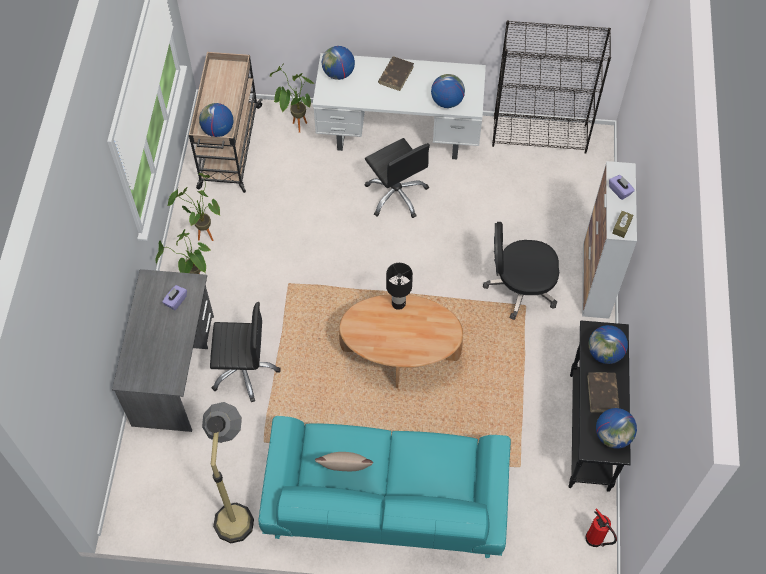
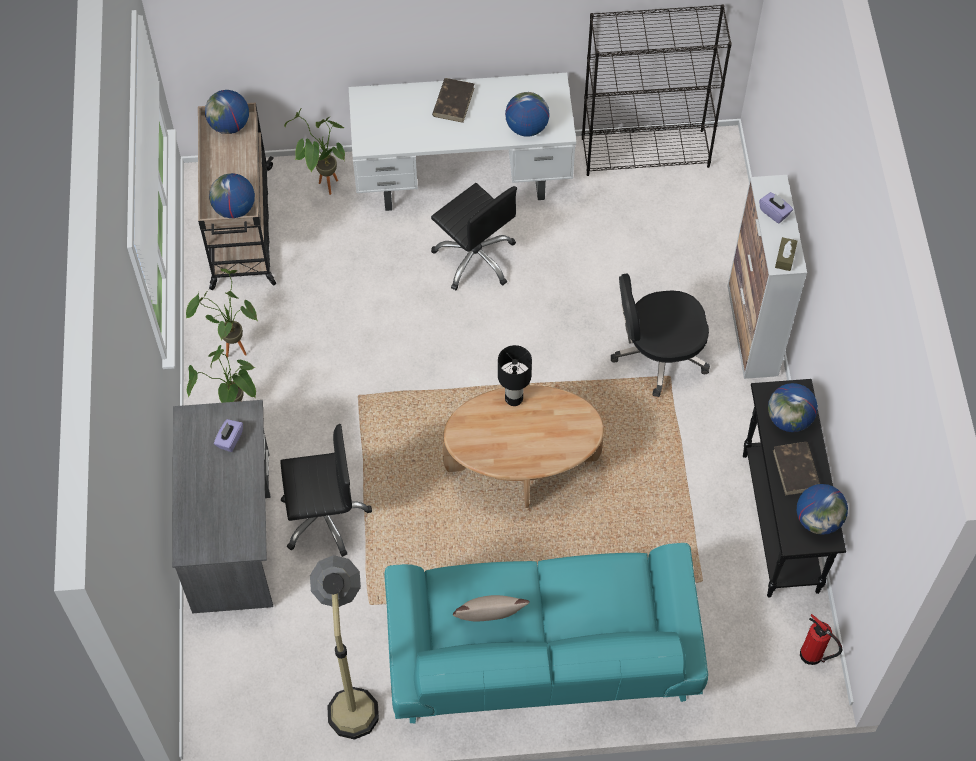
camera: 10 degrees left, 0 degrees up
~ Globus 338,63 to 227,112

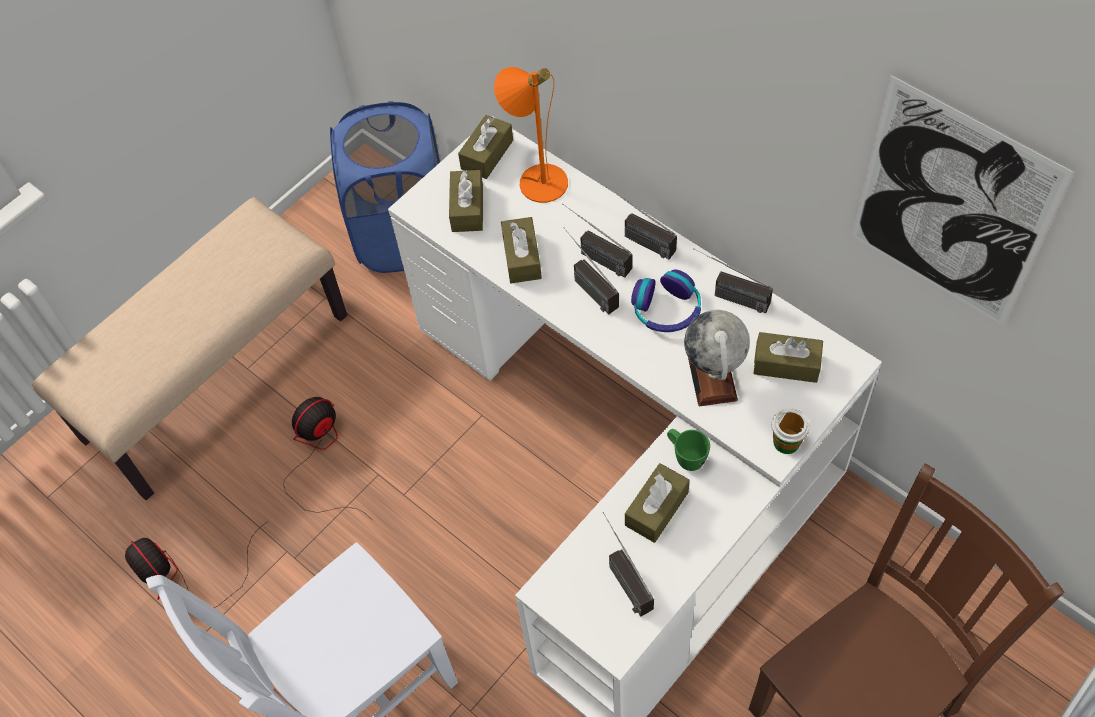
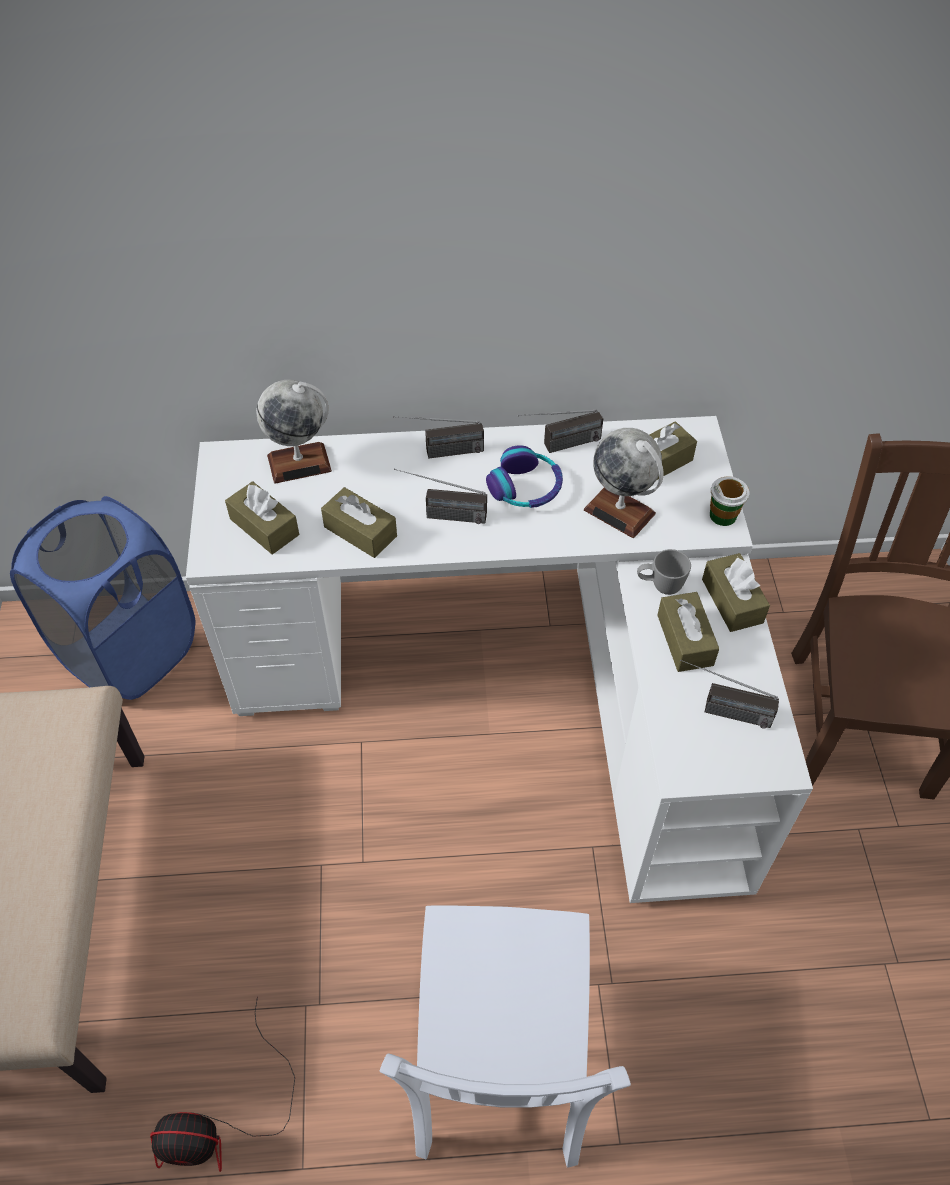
camera: 50 degrees left, 5 degrees down
- Ventilator 327,458
- Radio 597,241
- Bild 962,200
~ Taschentuchbox [braun] 485,147 to 736,592
~ Tischlampe [orange] 531,135 to Globus 294,432
~ Henkelbecher [grün] 688,450 to Henkelbecher [grau] 664,572

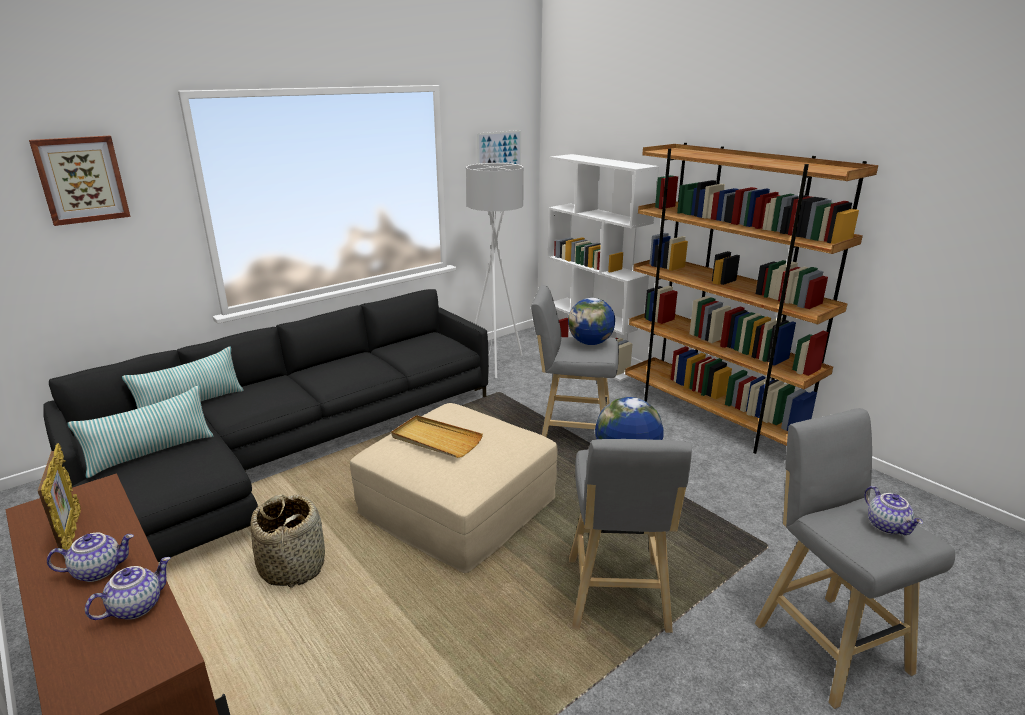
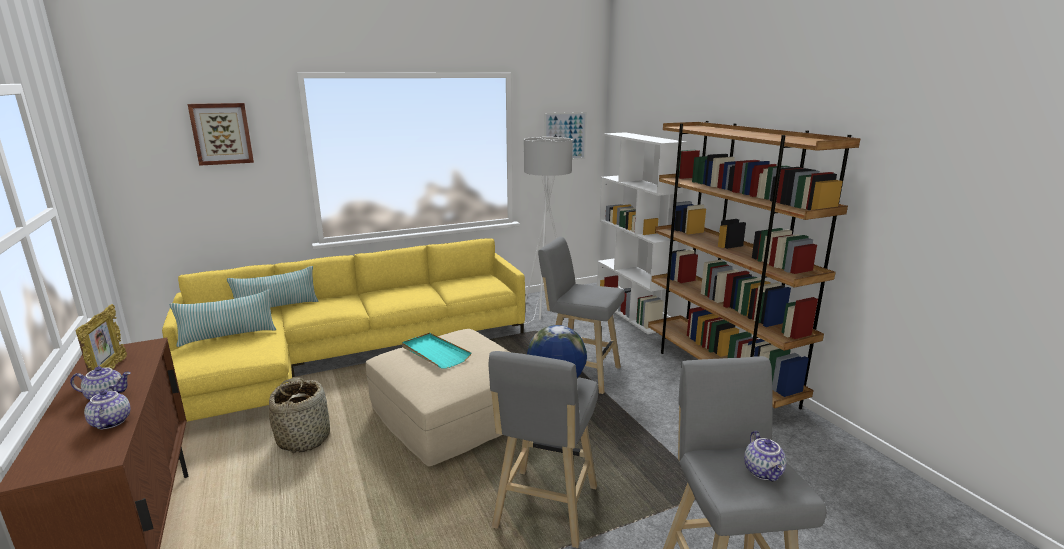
camera: 15 degrees right, 5 degrees down
- Globus 591,321
~ Sofa [schwarz] 266,425 to Sofa [gelb] 343,330
~ Tablett [beige] 437,436 to Tablett [türkis] 437,351
~ Teekanne 128,588 = 107,407 75 degrees counterclockwise

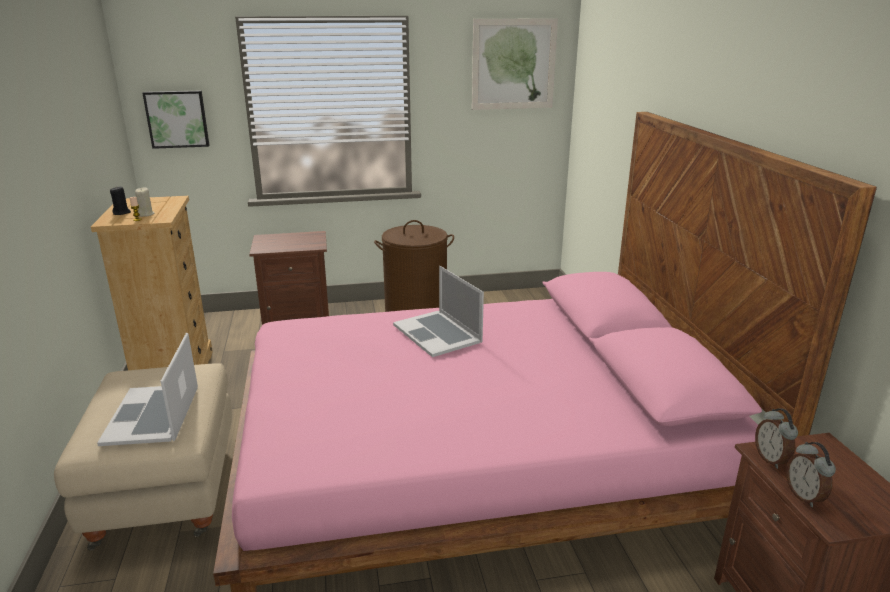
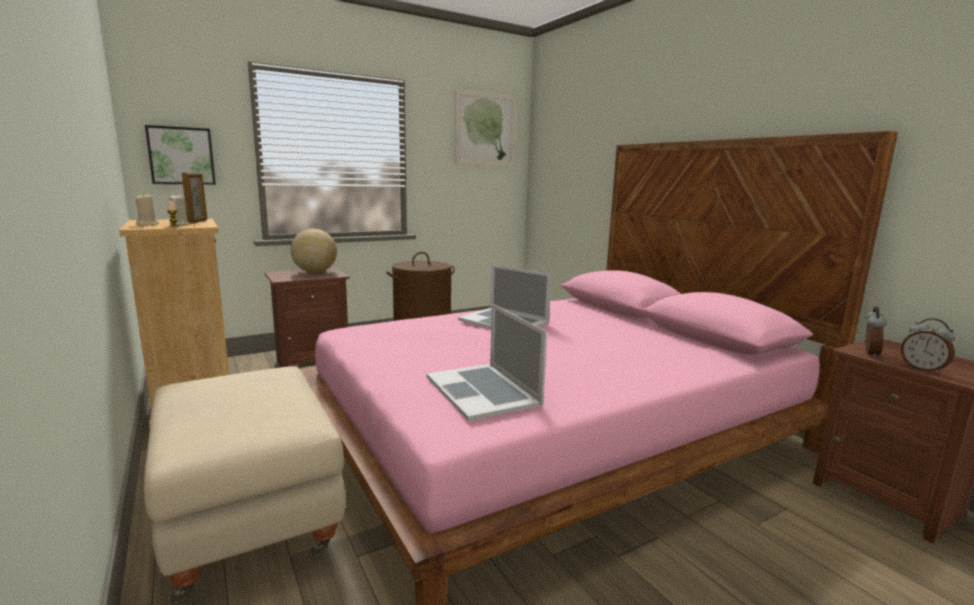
camera: 20 degrees left, 10 degrees down
+ Bilderrahmen 194,198
+ Globus 314,251
~ Laptop 147,389 to 487,362
~ Kerze [schwarz] 120,200 to Kerze [beige] 147,209
~ Wecker 776,439 = 876,332 120 degrees counterclockwise

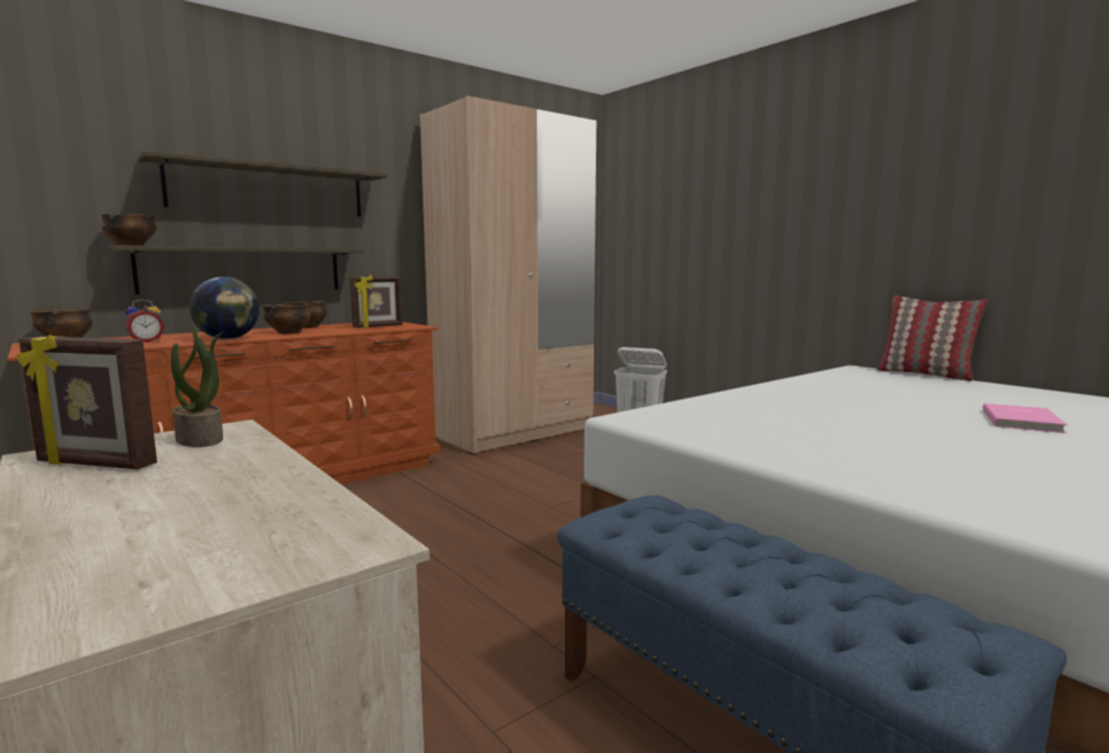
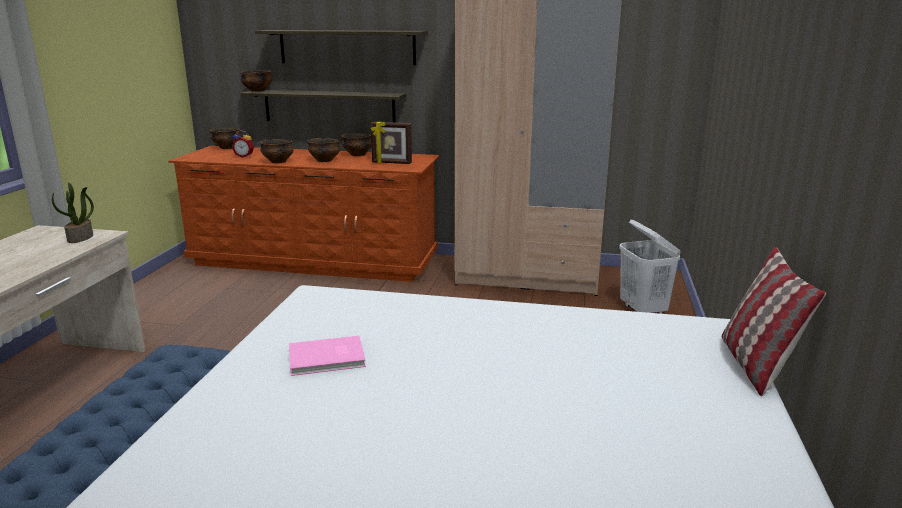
camera: 50 degrees right, 10 degrees up
- Bilderrahmen 87,402
~ Buch [rosa] 1024,418 to 327,356
~ Globus 224,308 to Schüssel 277,151

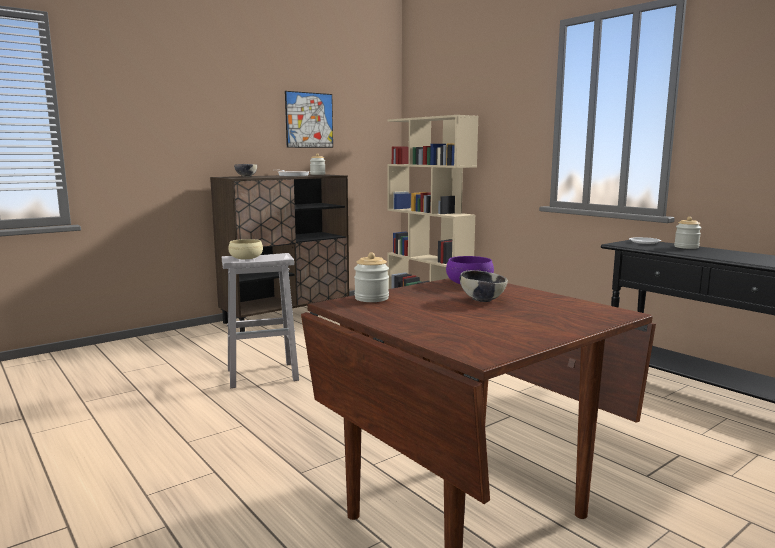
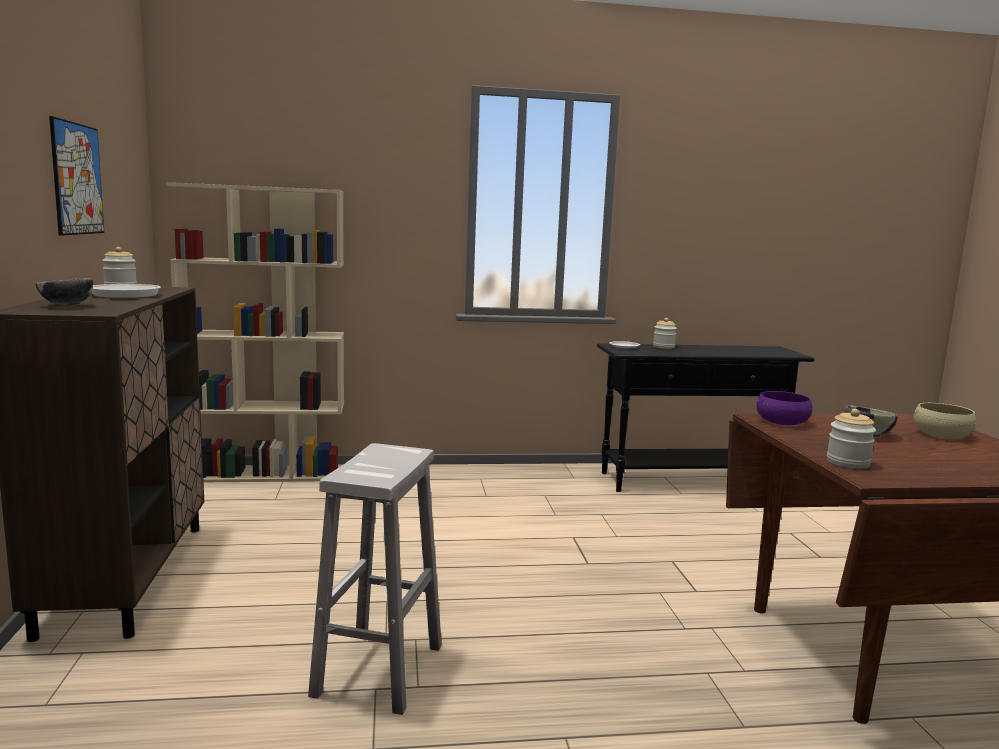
camera: 60 degrees left, 0 degrees up
~ Schüssel [beige] 245,249 to 944,421

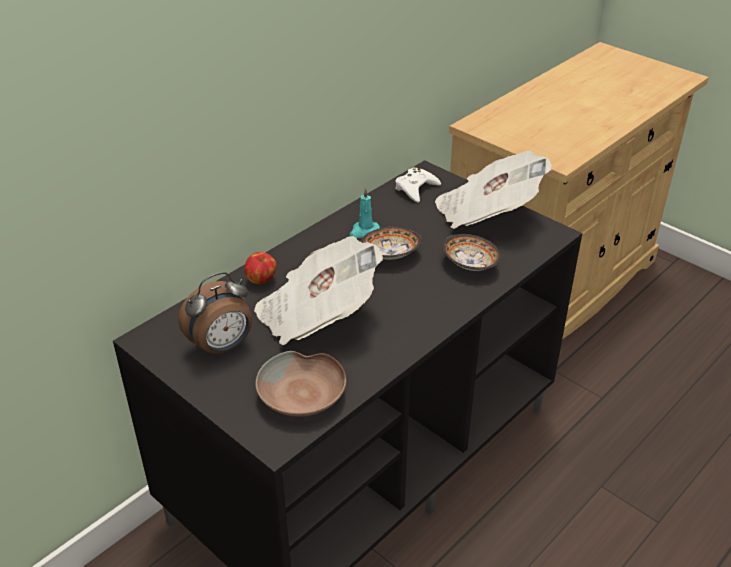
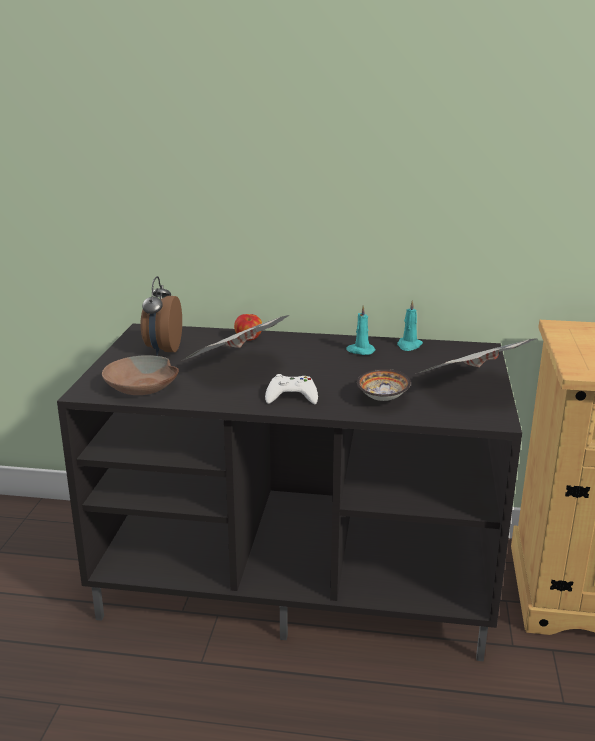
camera: 55 degrees right, 15 degrees down
- Schüssel 391,243
+ Kerze [türkis] 410,325
~ Gamepad [weiß] 418,185 to 291,389
~ Wecker 215,314 = 161,316 75 degrees clockwise

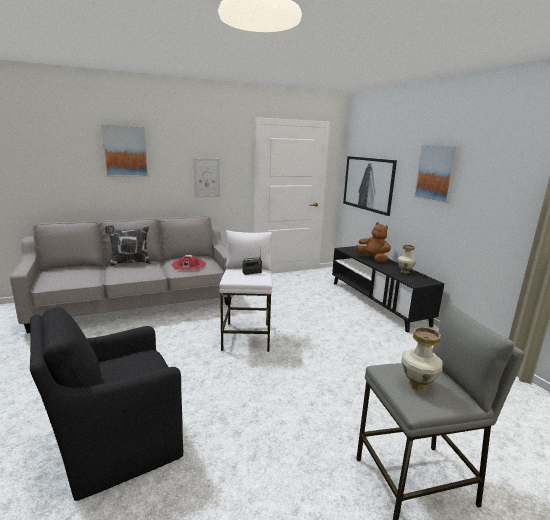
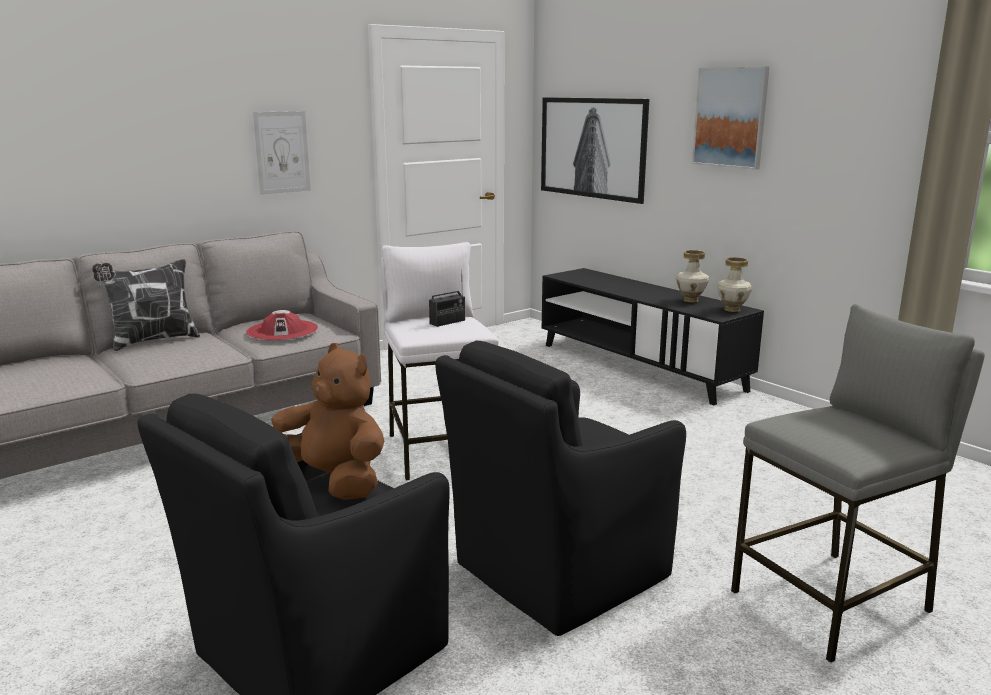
camera: 15 degrees left, 0 degrees up
- Bild 124,151
+ Sessel [schwarz] 560,488
~ Plüschtier [braun] 373,242 to 327,421
~ Vase 422,359 to 734,284

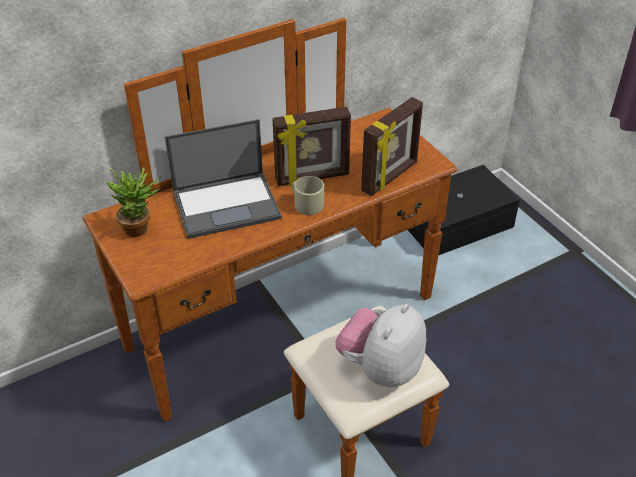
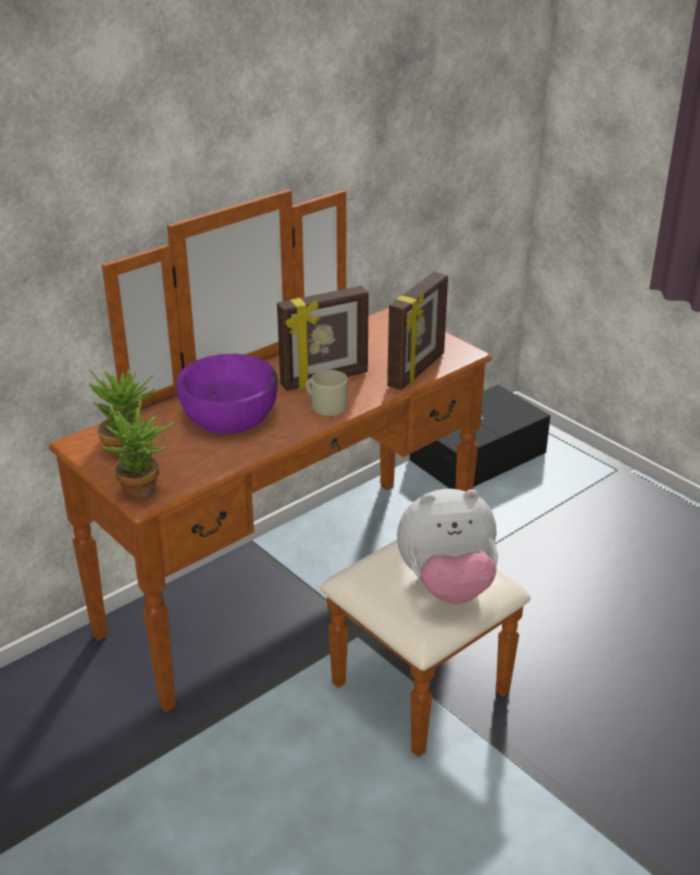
camera: 10 degrees left, 10 degrees down
+ Topfpflanze 138,449
~ Laptop 223,179 to Schüssel [lila] 227,394
~ Plüschtier 380,345 = 447,546 120 degrees counterclockwise

